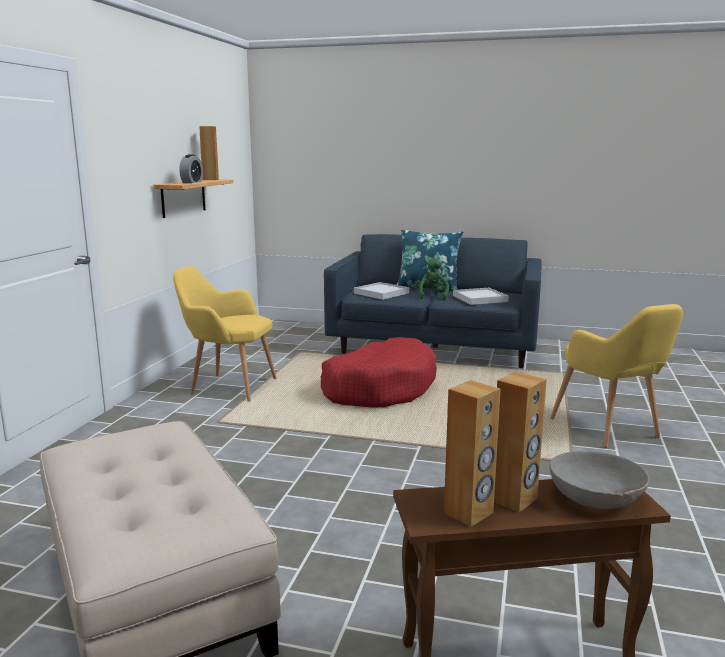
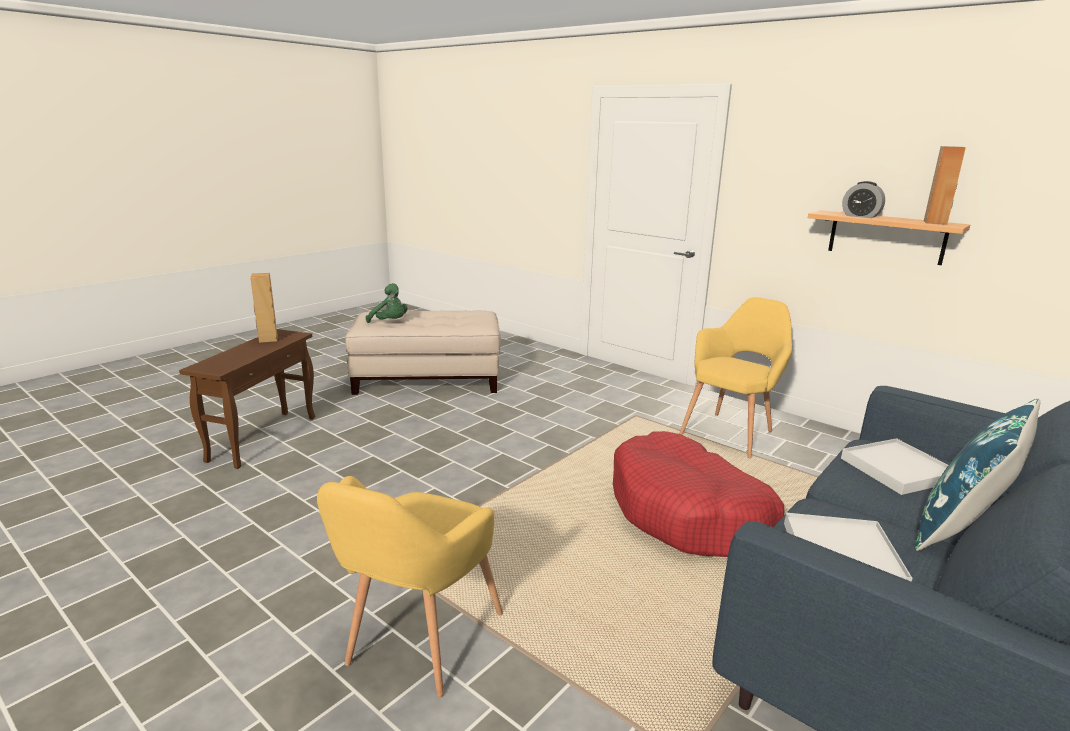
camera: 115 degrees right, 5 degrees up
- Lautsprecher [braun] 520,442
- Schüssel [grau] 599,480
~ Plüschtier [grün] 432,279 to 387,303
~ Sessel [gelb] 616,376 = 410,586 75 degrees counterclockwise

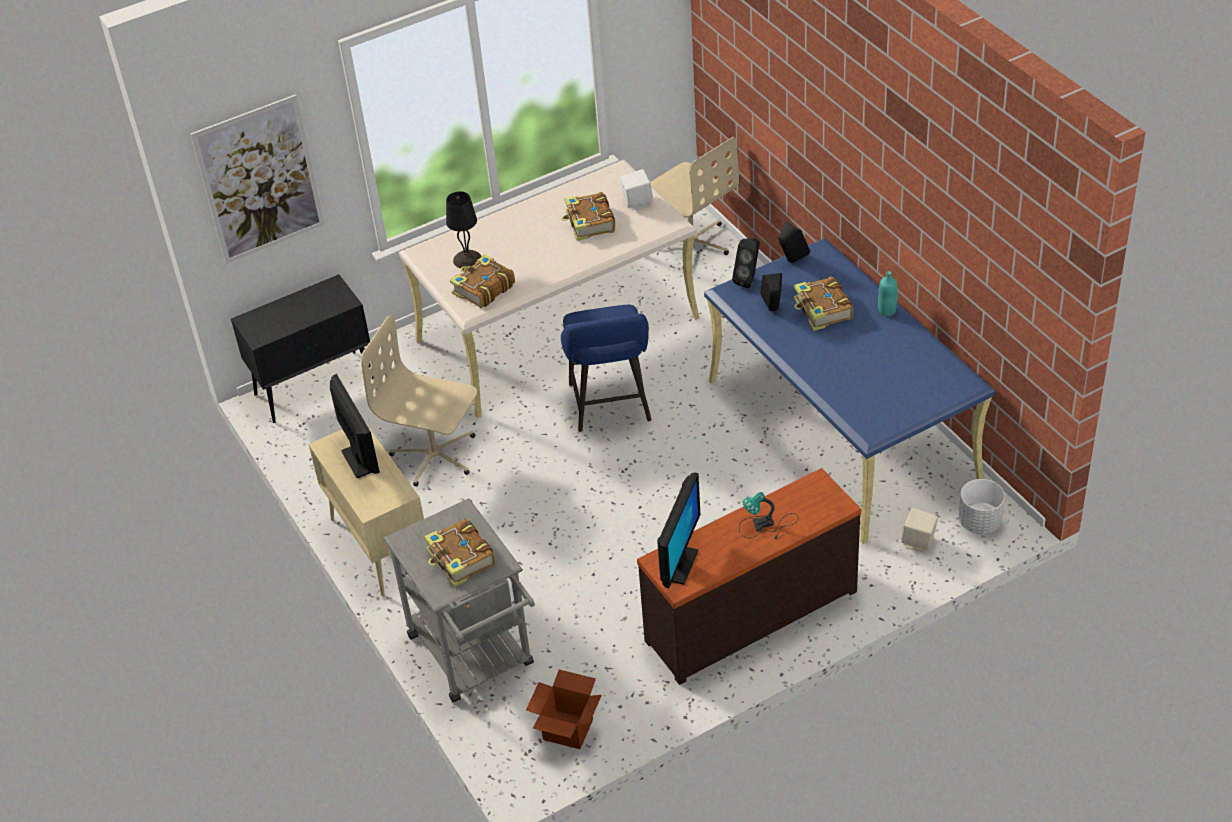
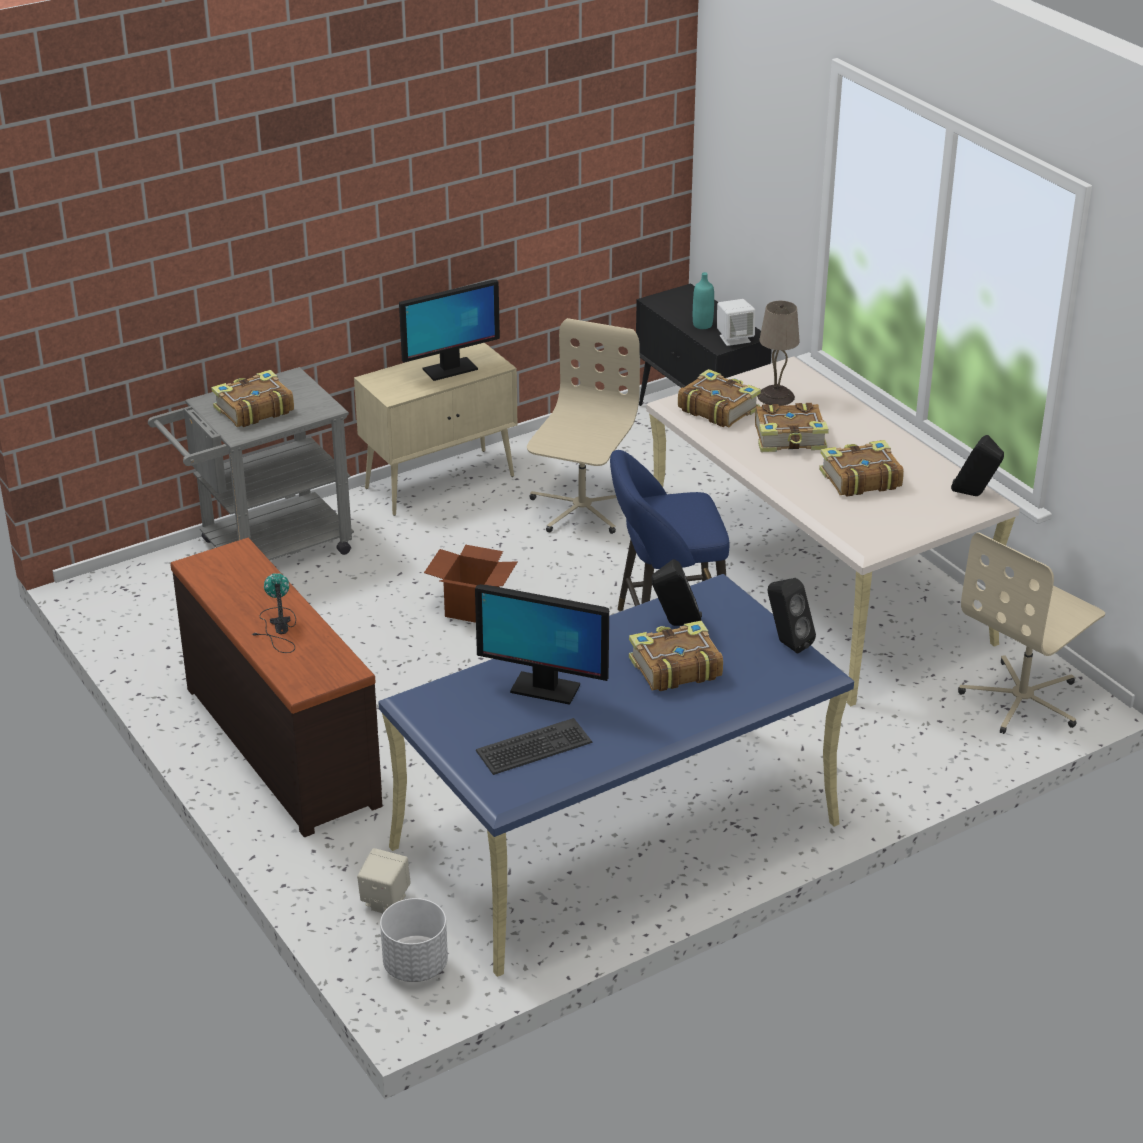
camera: 85 degrees right, 10 degrees down
- Bild 257,179
+ Tastatur 534,746
+ Buch 792,427
~ Karton 564,709 to 471,584
~ Lautsprecher [weiß] 636,189 to 736,322
~ Monitor 678,530 to 542,644
~ Lautsprecher [schwarz] 746,263 to 977,465
~ Flasche [türkis] 888,293 to 703,300
~ Tischlampe [schwarz] 464,229 to Tischlampe [beige] 778,353

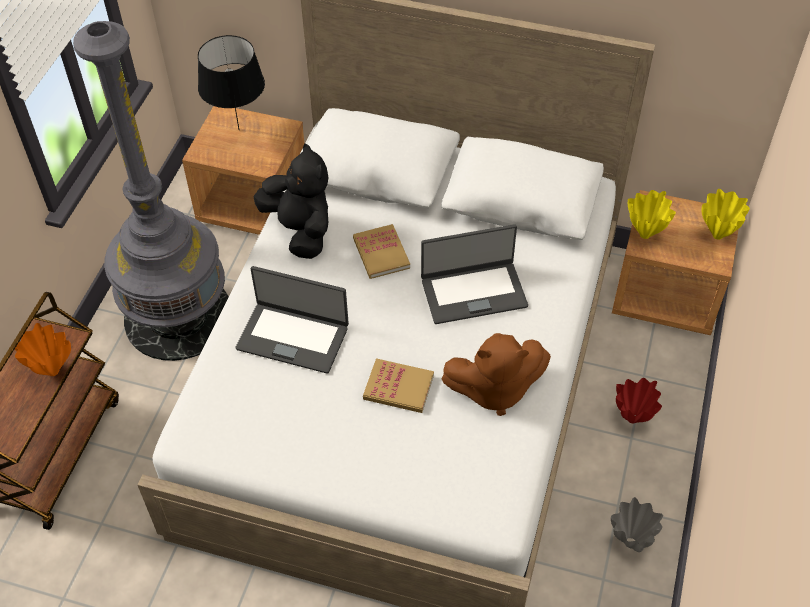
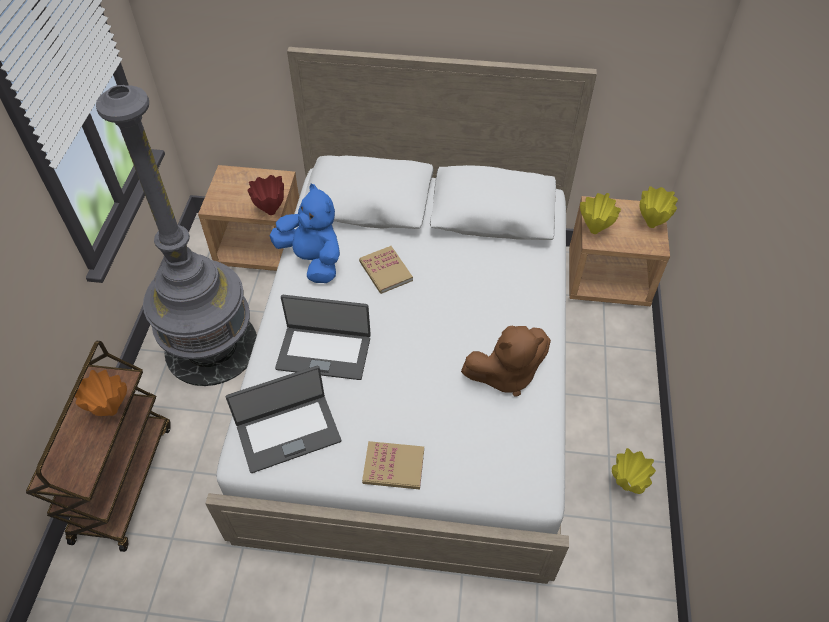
camera: 10 degrees left, 0 degrees up
- Tischlampe [schwarz] 231,82
~ Buch 398,385 to 393,465
~ Laptop 474,274 to 283,419
~ Vase [rot] 639,401 to 265,195
~ Plüschtier [schwarz] 290,201 to Plüschtier [blau] 304,233
~ Vase [grau] 637,524 to Vase [gelb] 634,471

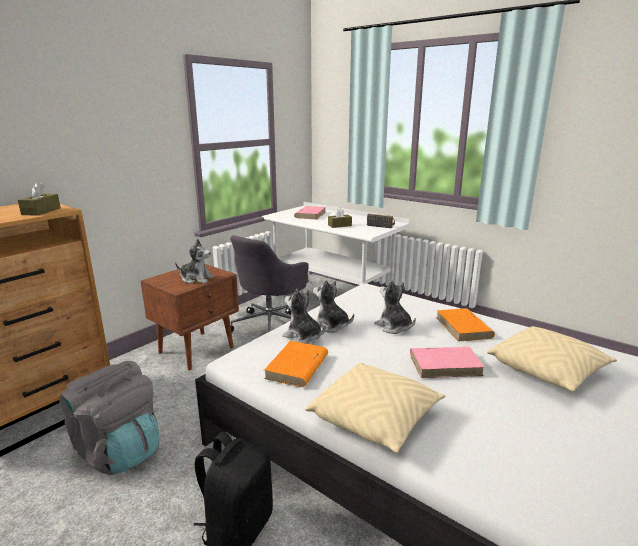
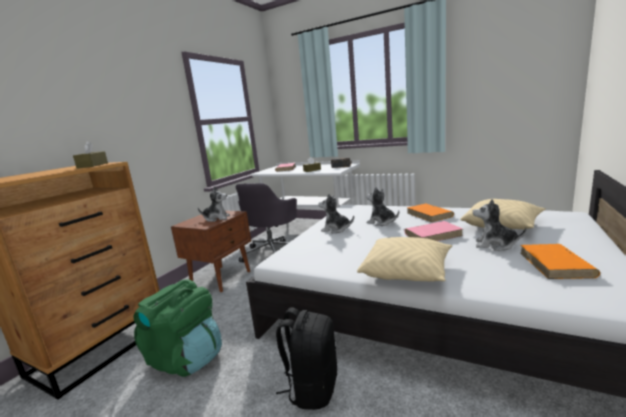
camera: 10 degrees left, 5 degrees down
~ Buch [orange] 296,364 to 560,261
~ Plüschtier 303,316 to 500,225
~ Rucksack [grau] 109,418 to Rucksack [grün] 177,328

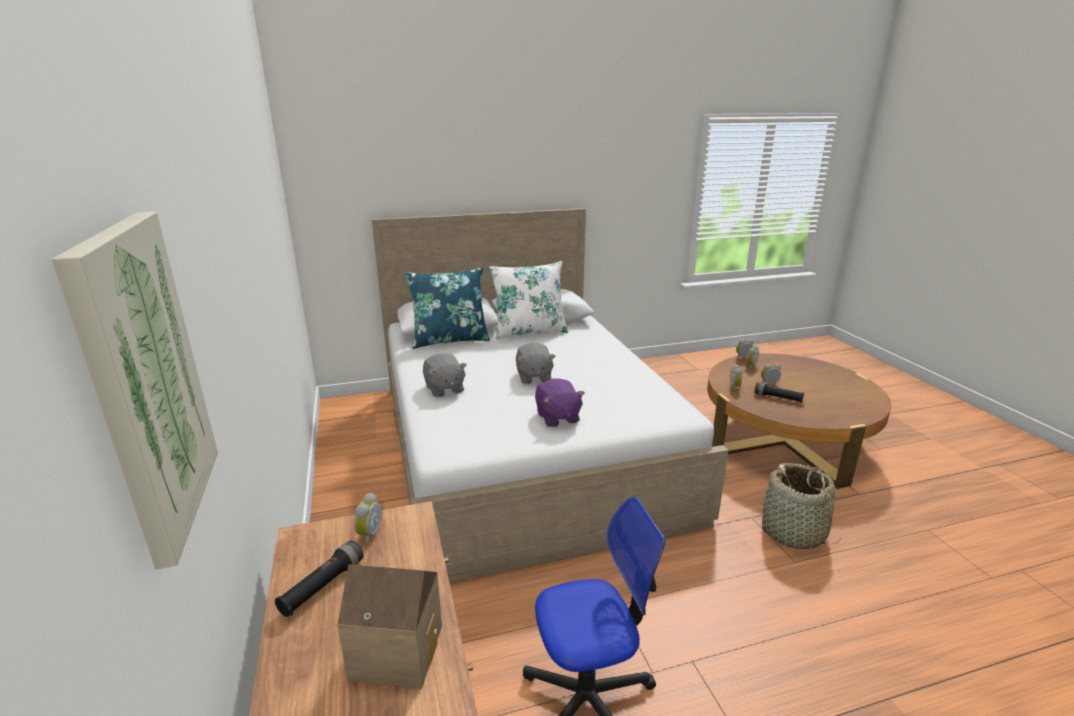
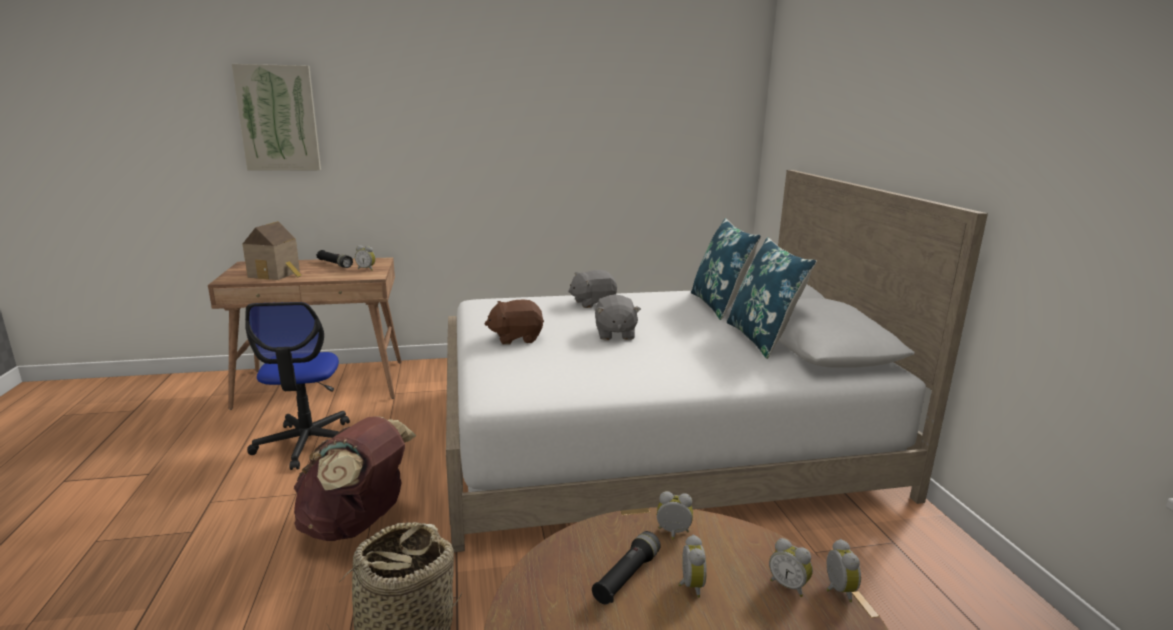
camera: 95 degrees right, 5 degrees down
+ Rucksack [braun] 355,478
~ Kissen [weiß] 528,300 to Kissen [blau] 772,298
~ Plüschtier [lila] 560,402 to Plüschtier [braun] 514,322
~ Plüschtier [grau] 536,363 = 618,317 90 degrees counterclockwise

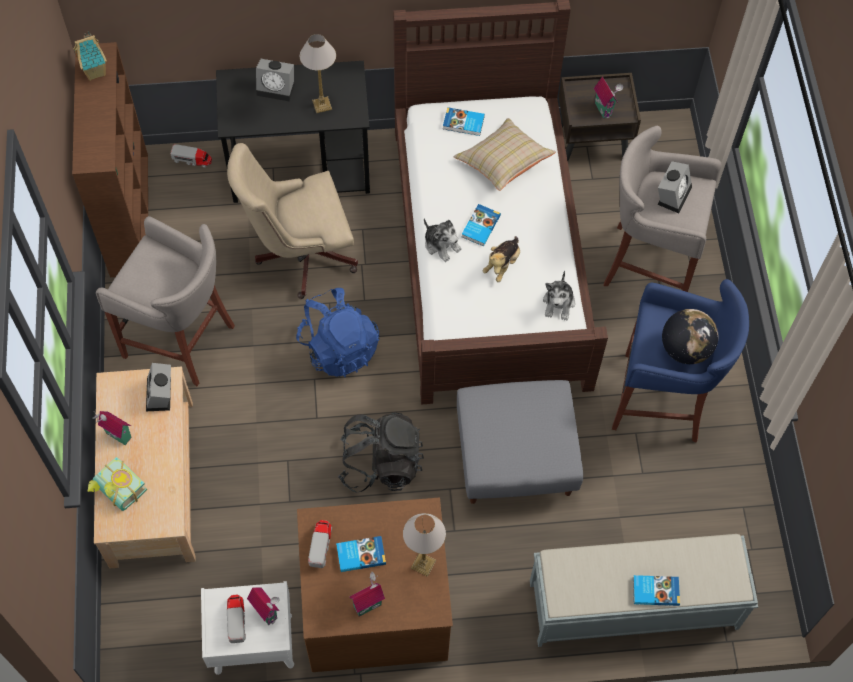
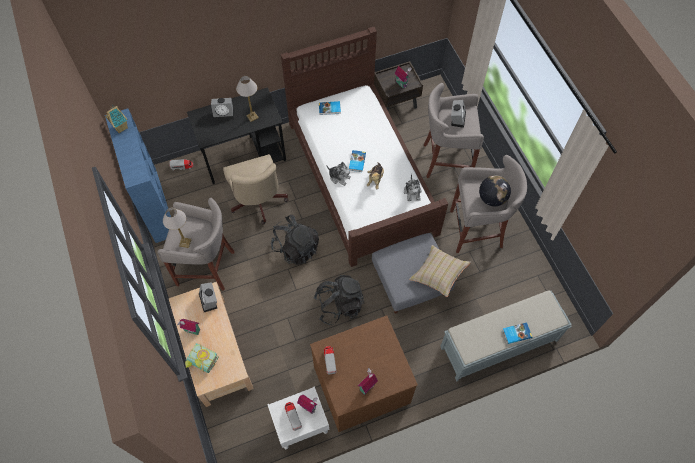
camera: 15 degrees left, 0 degrees up
- Buch 361,554
~ Tischlampe 424,545 to 177,228
~ Kissen [beige] 505,154 to 440,271
~ Bücherregal [braun] 110,159 to Bücherregal [blau] 138,176
~ Rucksack [blau] 337,332 to Rucksack [schwarz] 295,240
~ Hocker [blau] 680,361 to Hocker [grau] 488,204
~ Bürostuhl [beige] 292,221 = 255,189 75 degrees counterclockwise

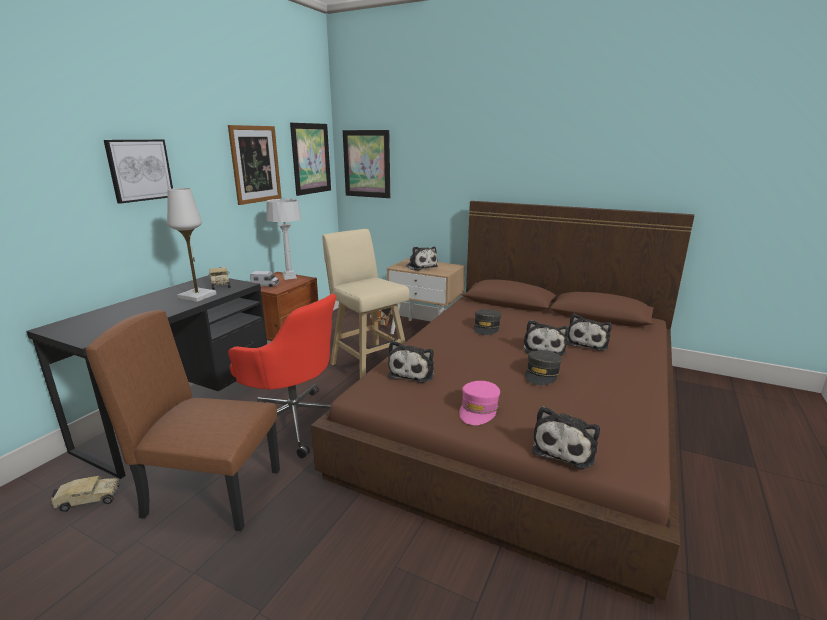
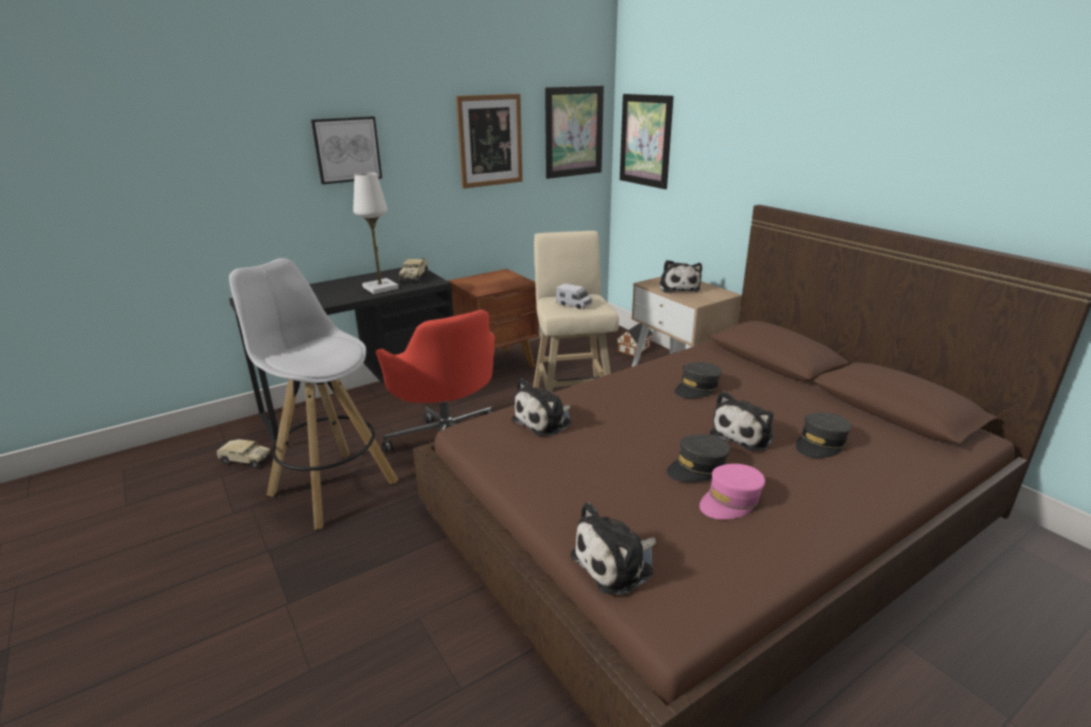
camera: 30 degrees right, 5 degrees up
- Tischlampe [grau] 283,239
~ Spielzeuglaster 264,279 to 574,296
~ Kappe [rosa] 479,403 to 732,491
~ Stuhl [braun] 183,420 to Hocker [weiß] 313,394
~ Plüschtier 589,332 to Kappe [grau] 823,435

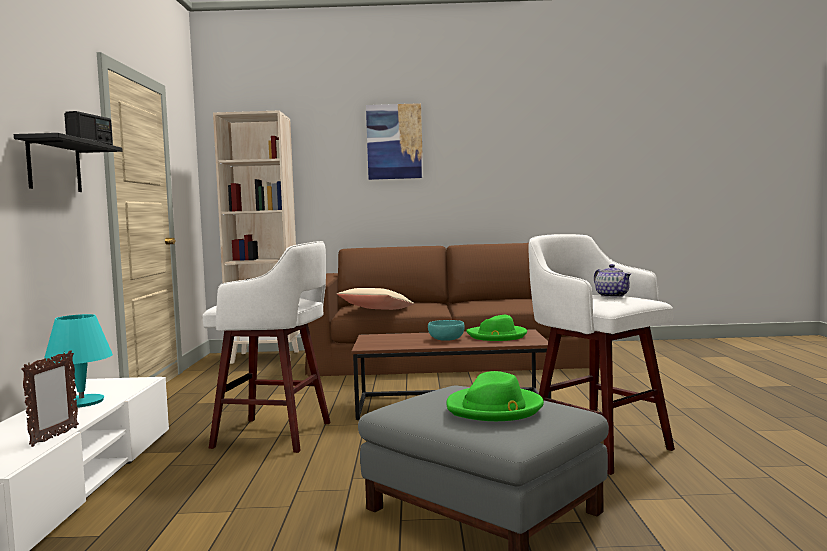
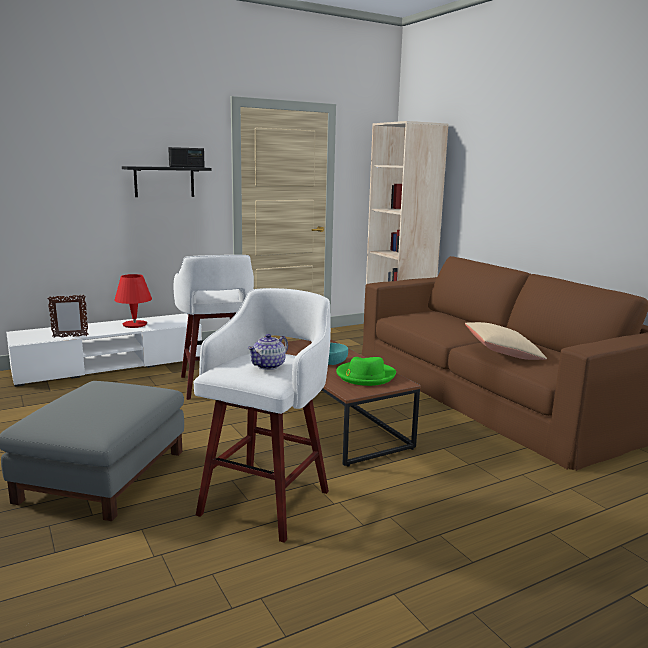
camera: 60 degrees right, 10 degrees up
- Bild 394,141
- Hut [grün] 495,396
~ Kissen [beige] 375,299 to 506,341
~ Tischlampe [türkis] 78,361 to Tischlampe [rot] 133,301

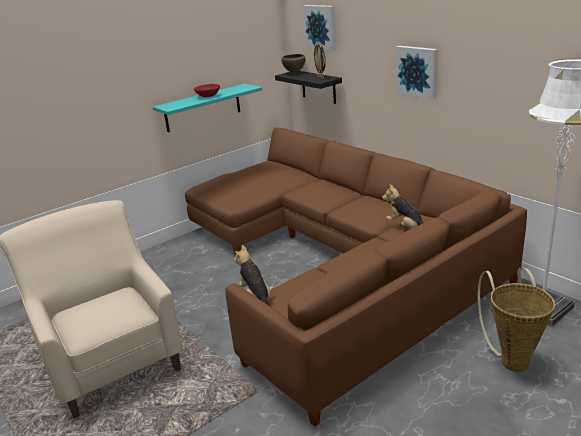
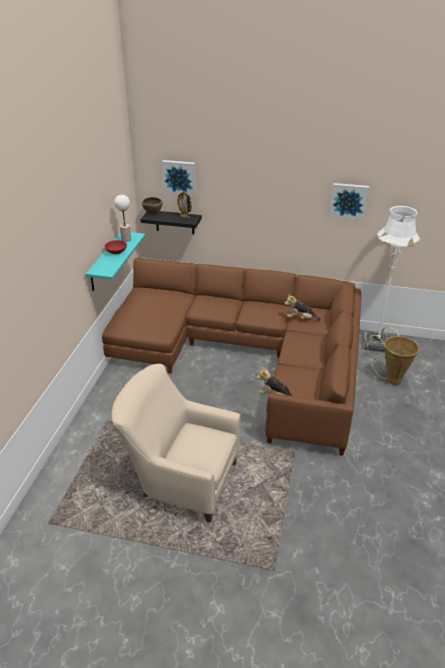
camera: 40 degrees left, 10 degrees up
+ Tischlampe 122,218
~ Bild 417,73 to 349,201

